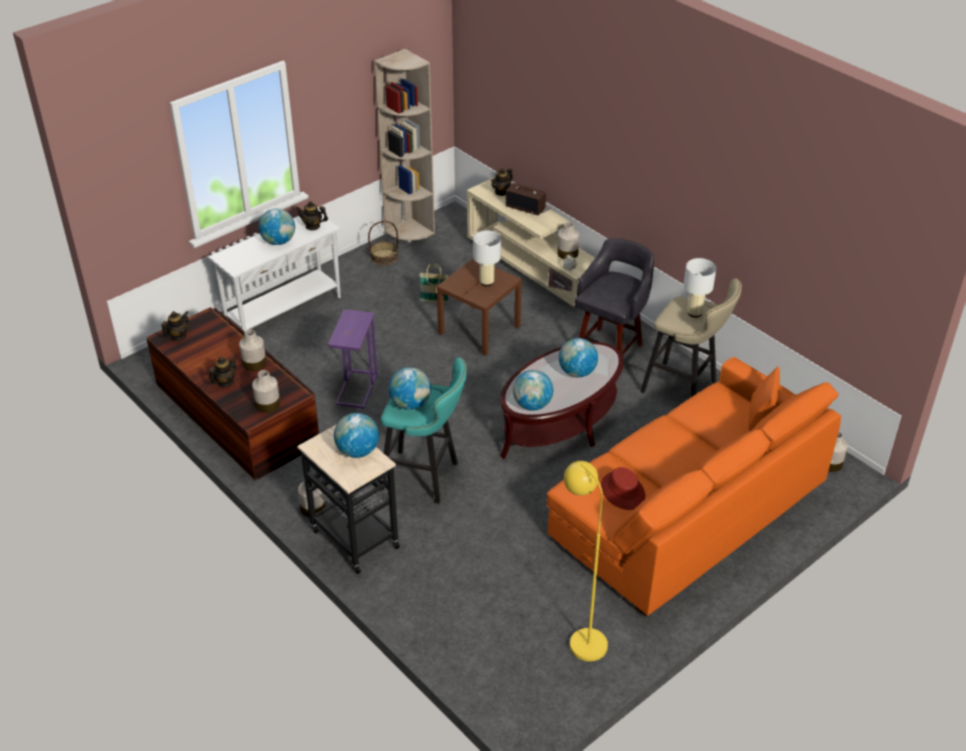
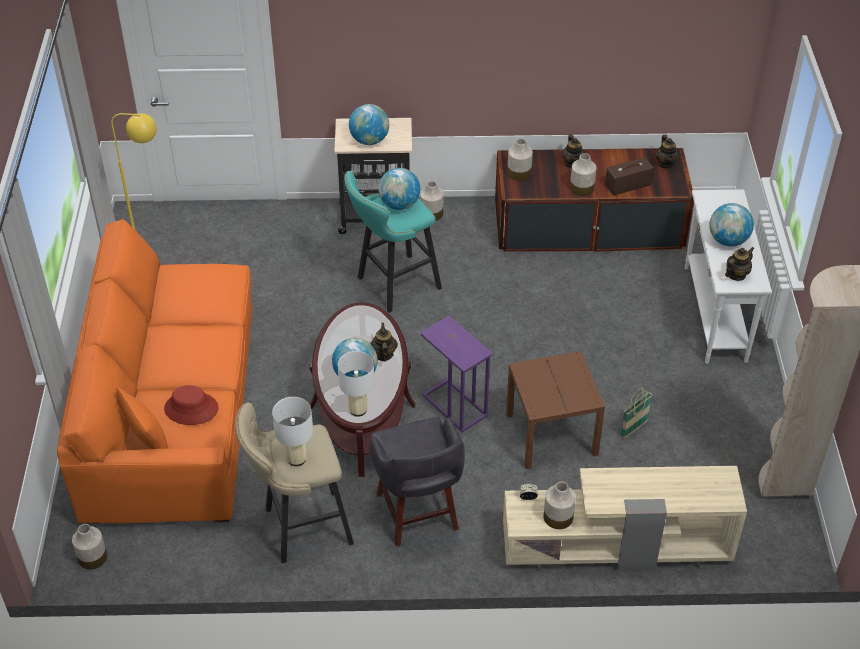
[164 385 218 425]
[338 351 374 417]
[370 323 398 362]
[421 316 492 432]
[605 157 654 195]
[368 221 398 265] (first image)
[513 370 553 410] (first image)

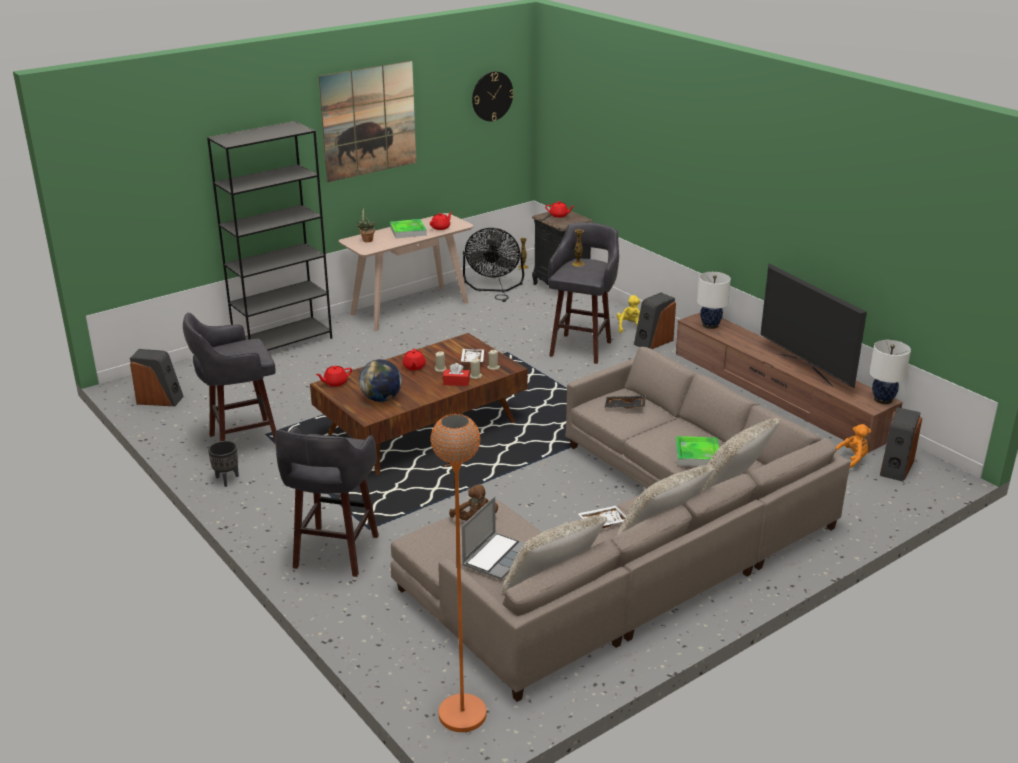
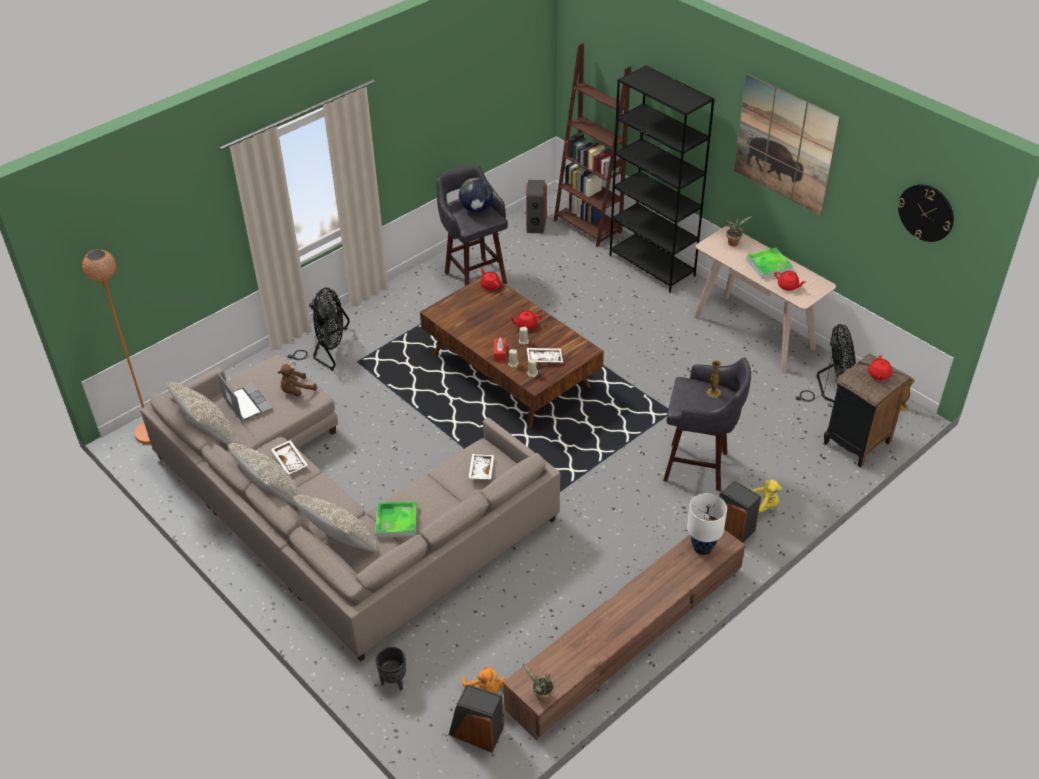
[217 372 273 423]
[287 288 349 371]
[376 647 406 690]
[459 178 493 212]
[468 454 494 479]
[522 662 554 702]
[554 43 631 247]
[760 263 867 389] (first image)

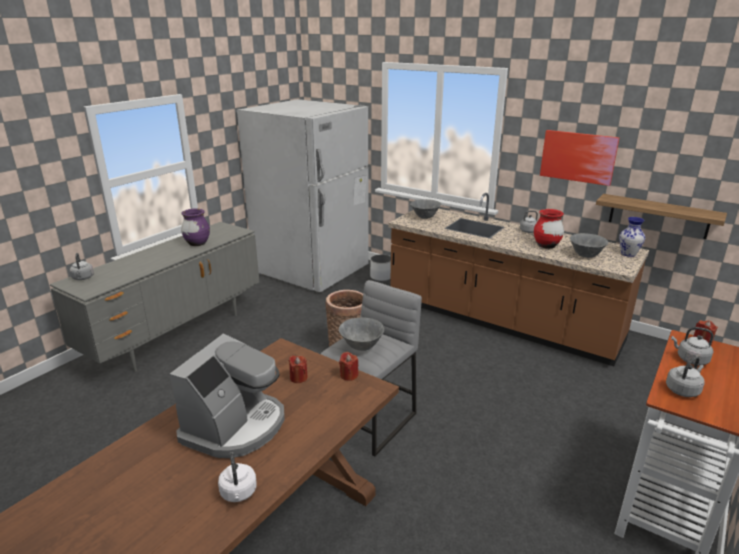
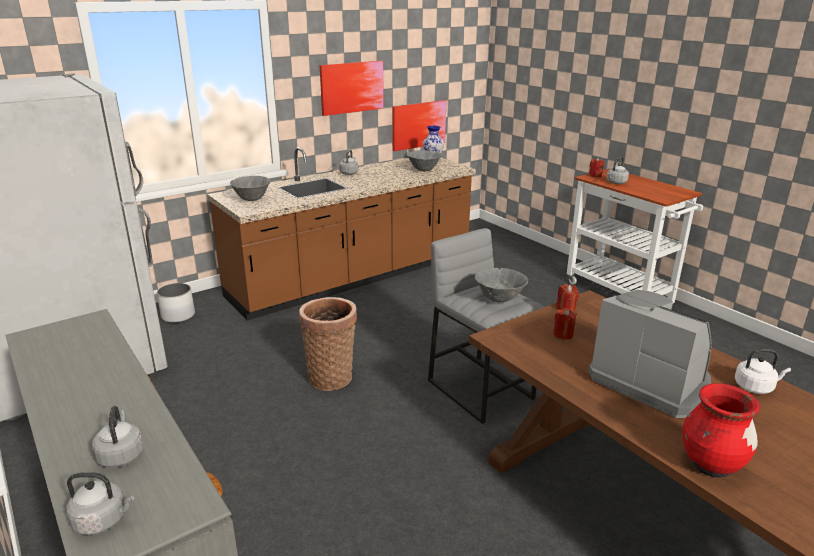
[92 406 143 468]
[392 100 446 151]
[682 383 760 478]
[181 208 210 246] (first image)

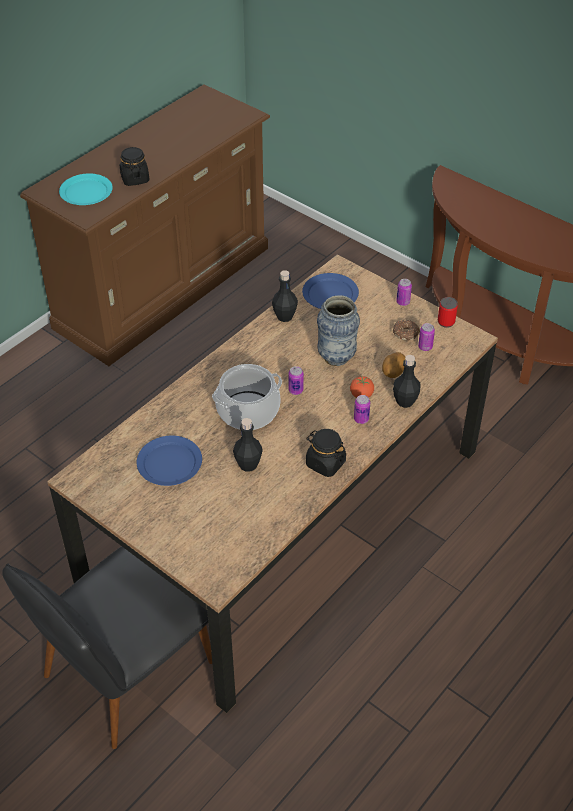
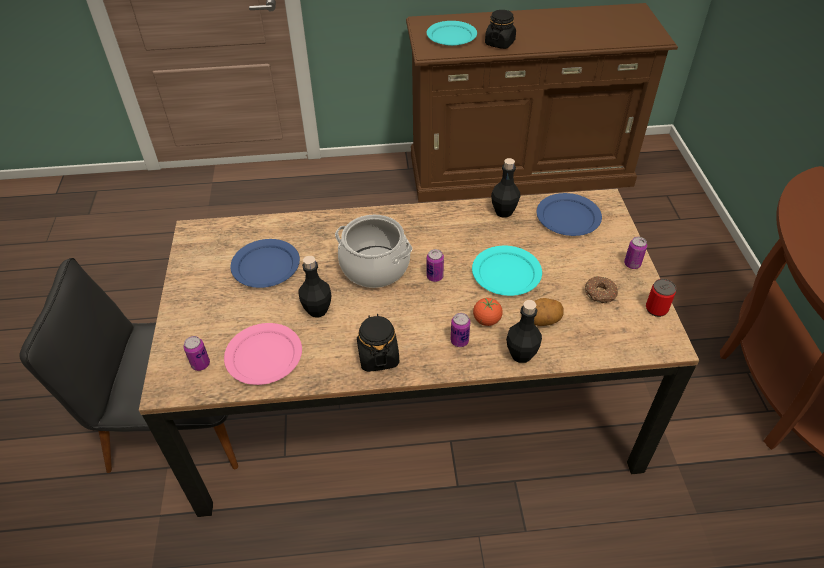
[183 336 210 371]
[224 323 302 385]
[472 245 542 296]

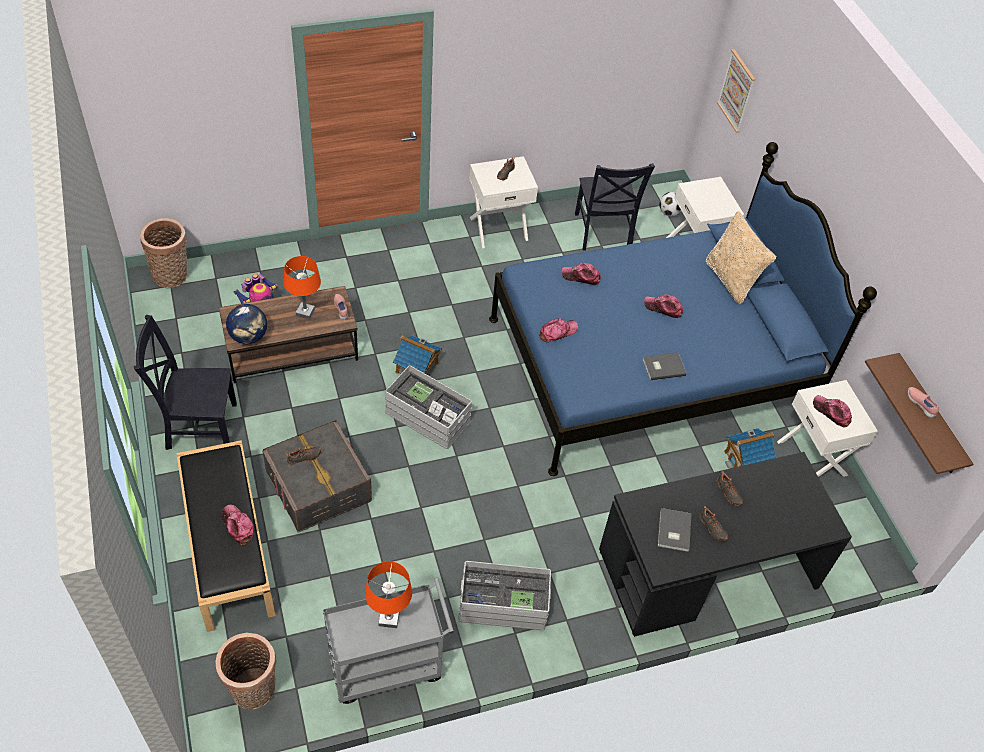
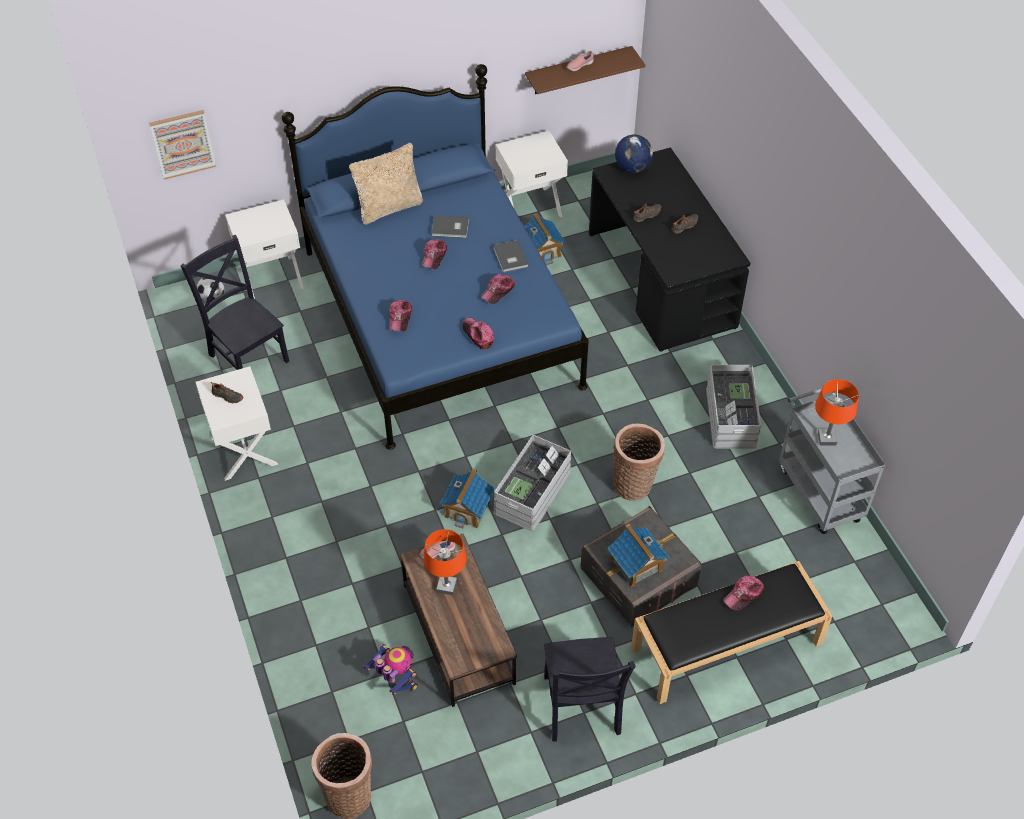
[181 235 289 370]
[432 215 469 238]
[481 274 515 304]
[607 524 669 587]
[613 423 665 501]
[615 134 653 173]

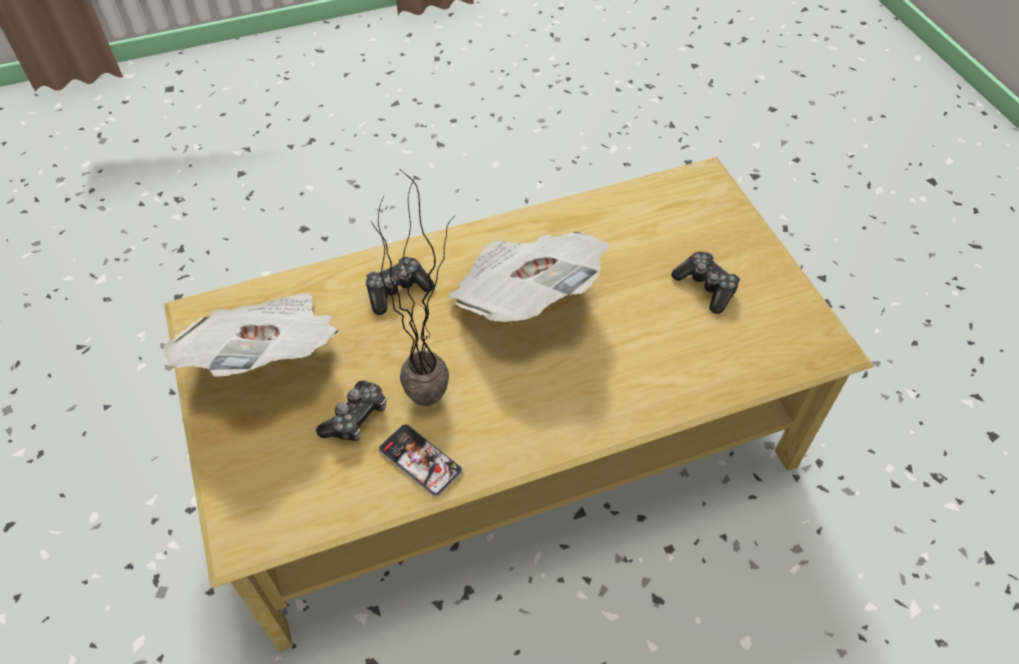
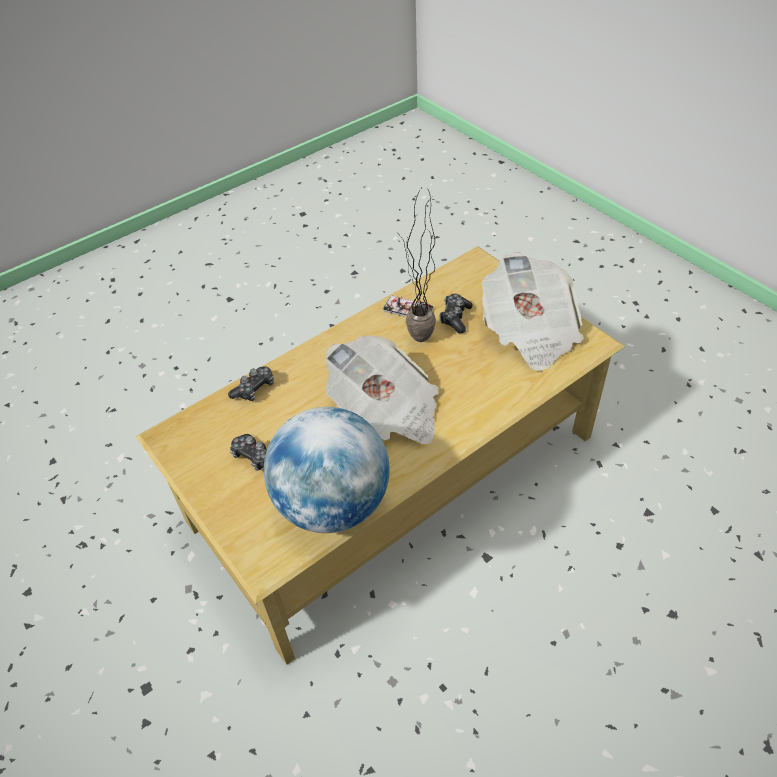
[228 366 274 401]
[264 407 390 533]

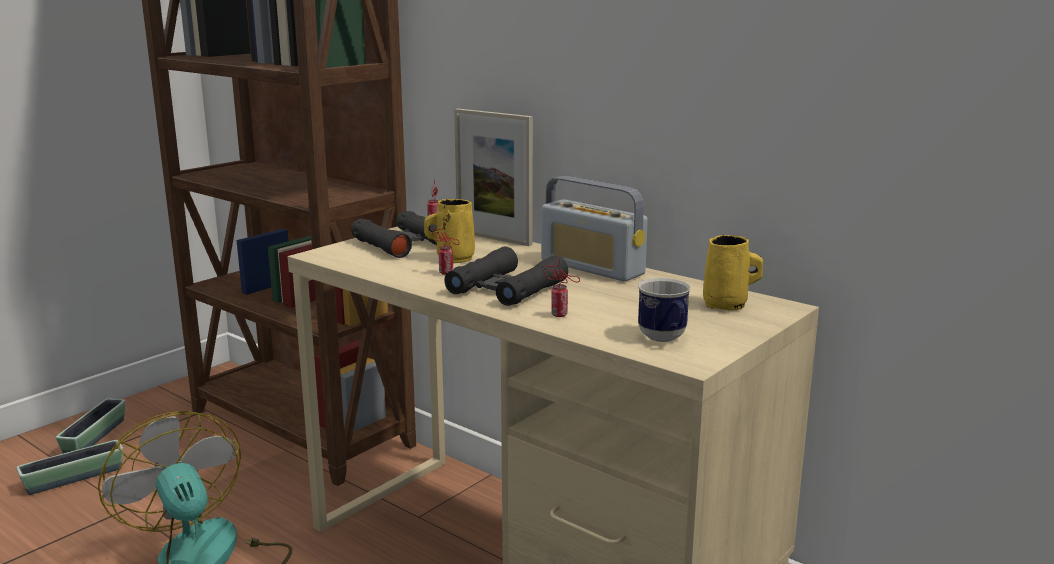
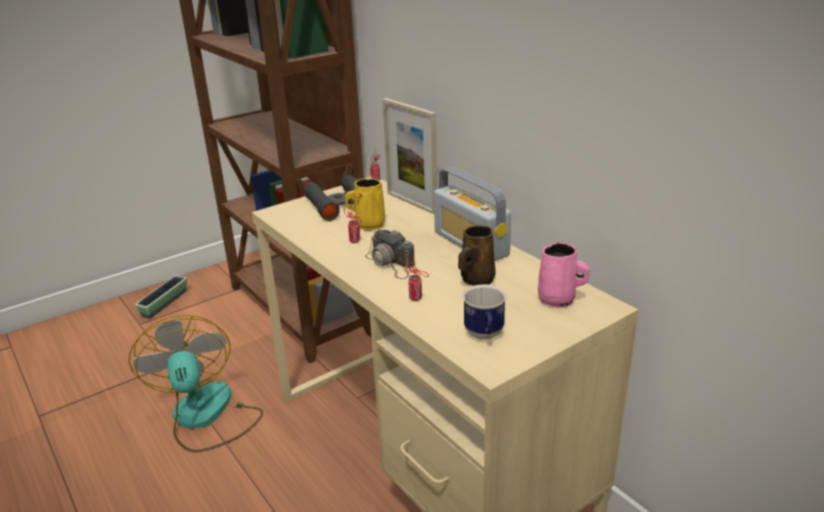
[365 230 415 279]
[458 226 495 286]
[538 242 590 308]
[16 440 123 495] (first image)

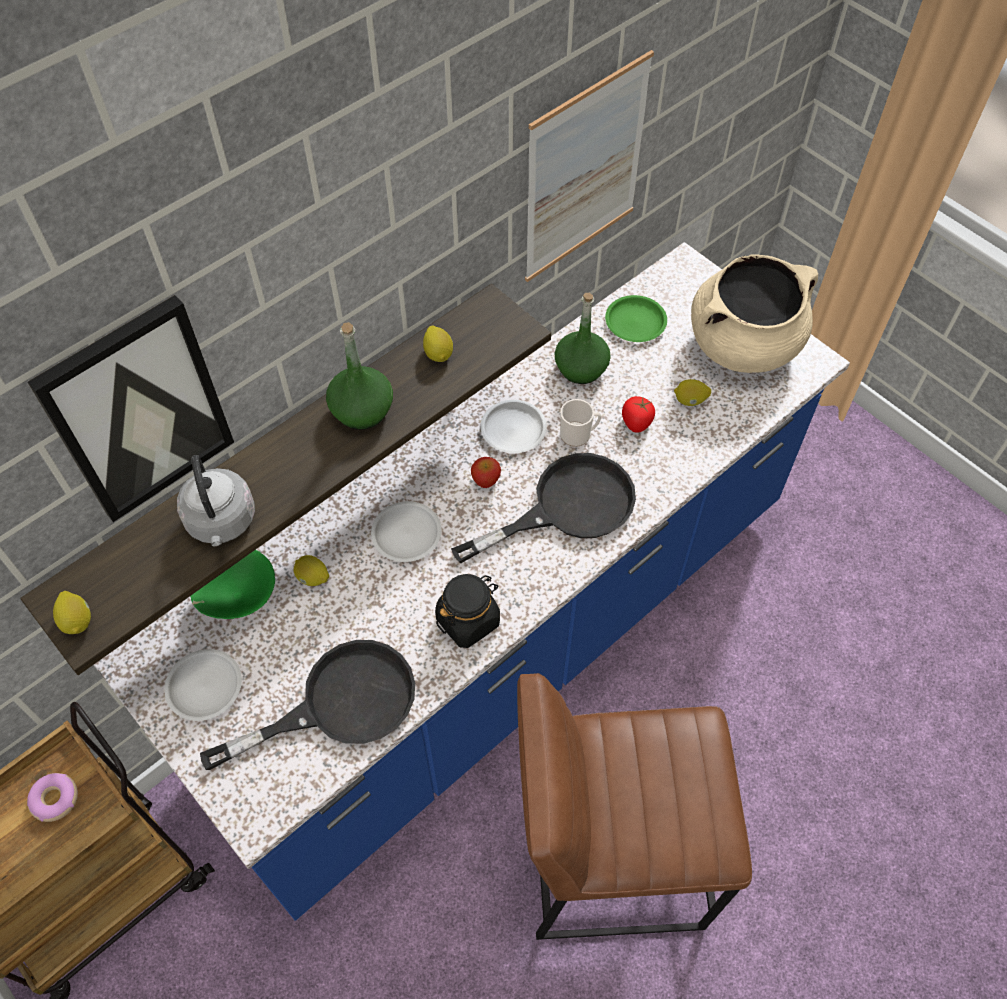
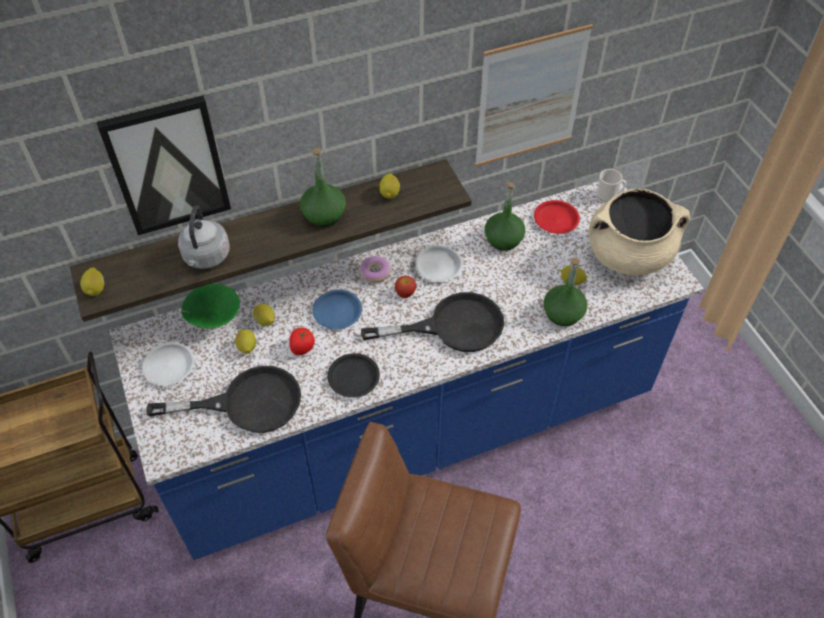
[235 329 256 354]
[289 327 315 355]
[312 290 362 329]
[327 353 380 398]
[359 256 391 283]
[534 200 580 234]
[544 258 588 326]
[597 169 627 202]

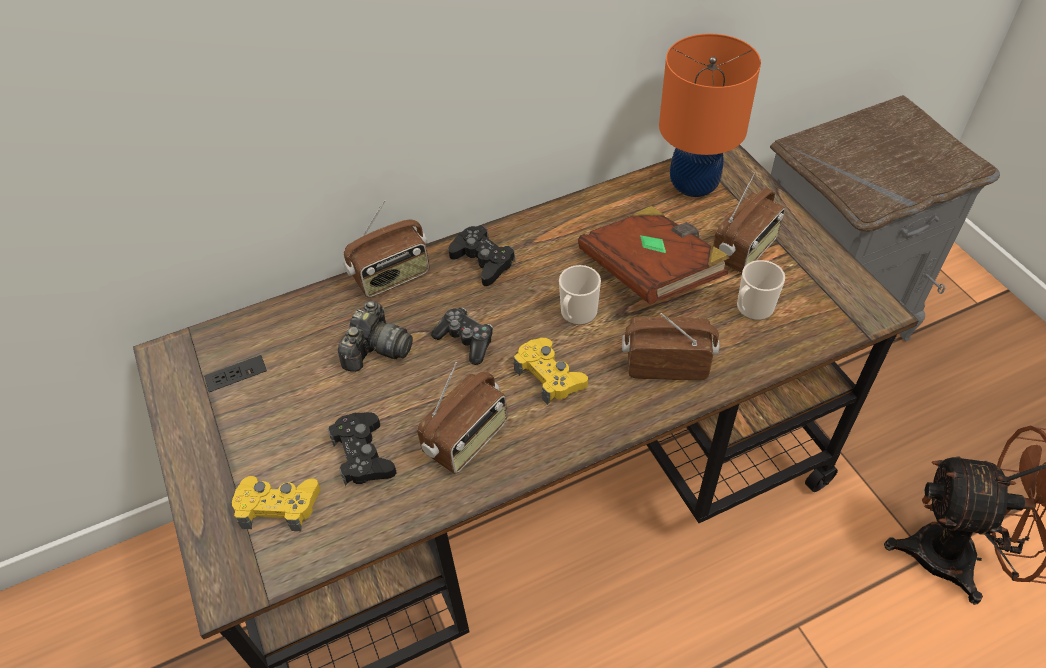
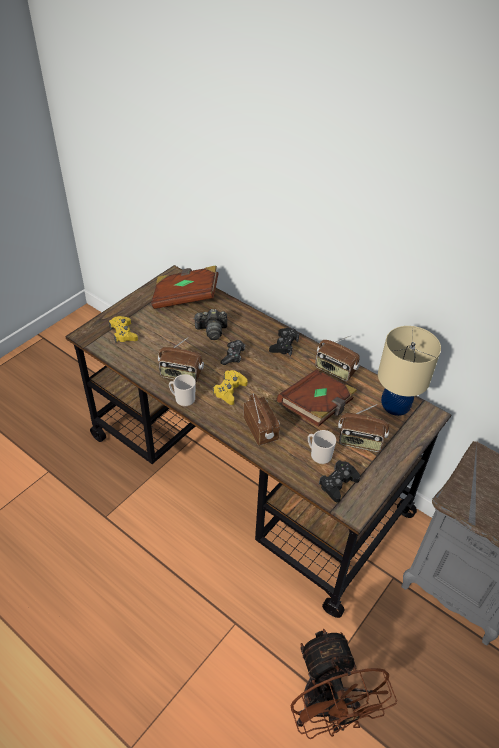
[151 265 219 309]
[169 374 196 407]
[315 336 360 381]
[319 460 360 502]
[378 326 441 416]

